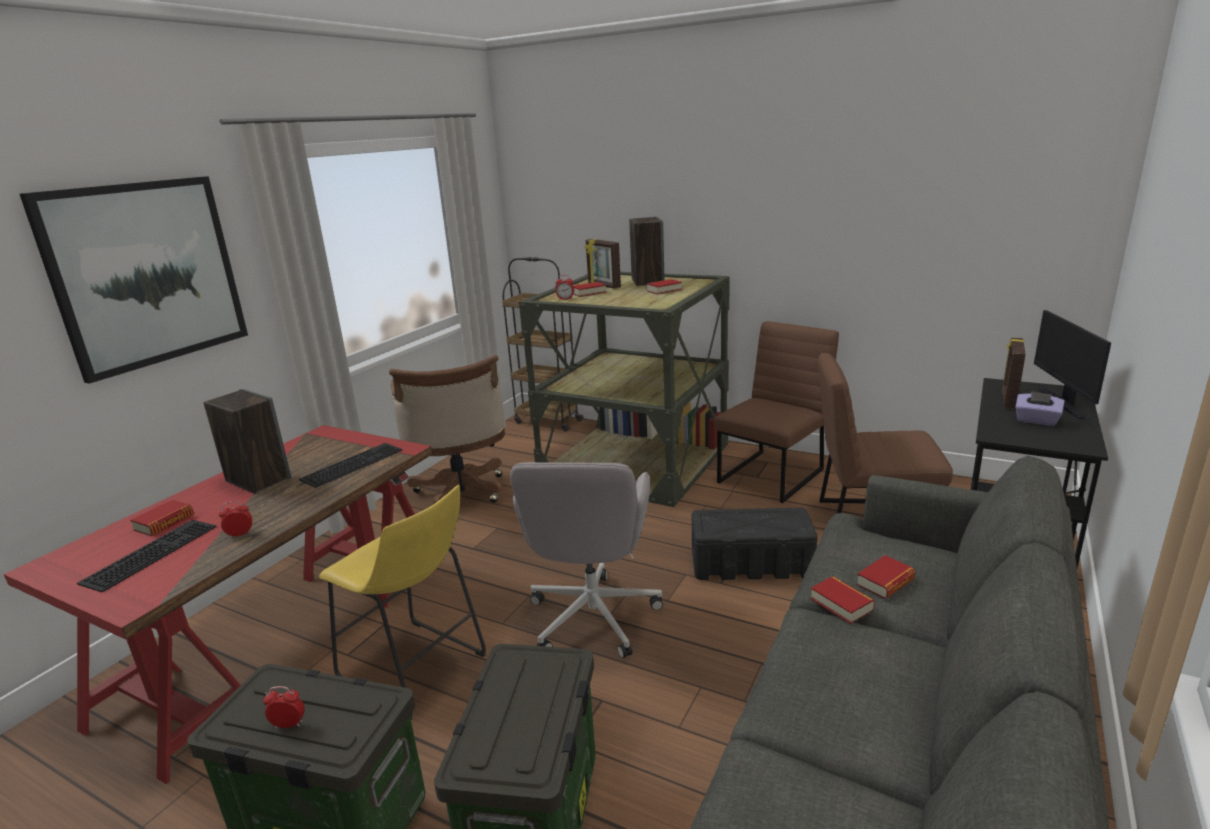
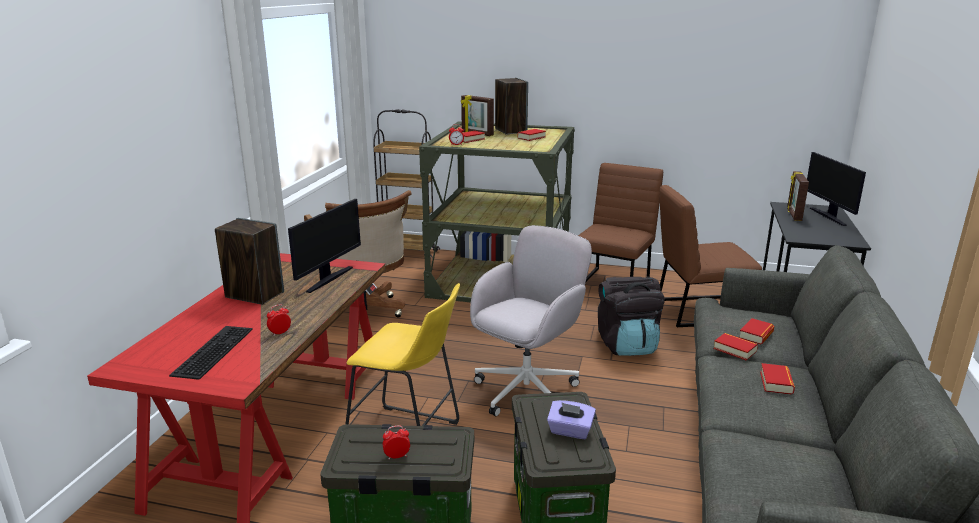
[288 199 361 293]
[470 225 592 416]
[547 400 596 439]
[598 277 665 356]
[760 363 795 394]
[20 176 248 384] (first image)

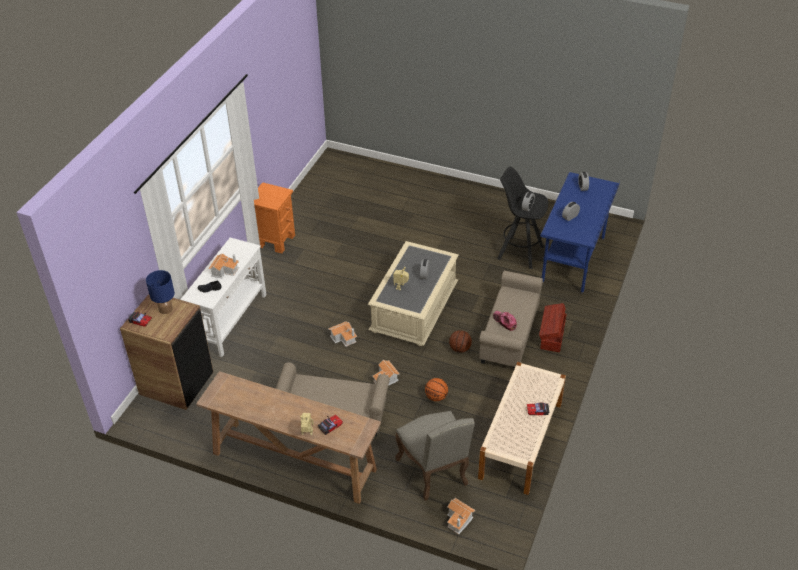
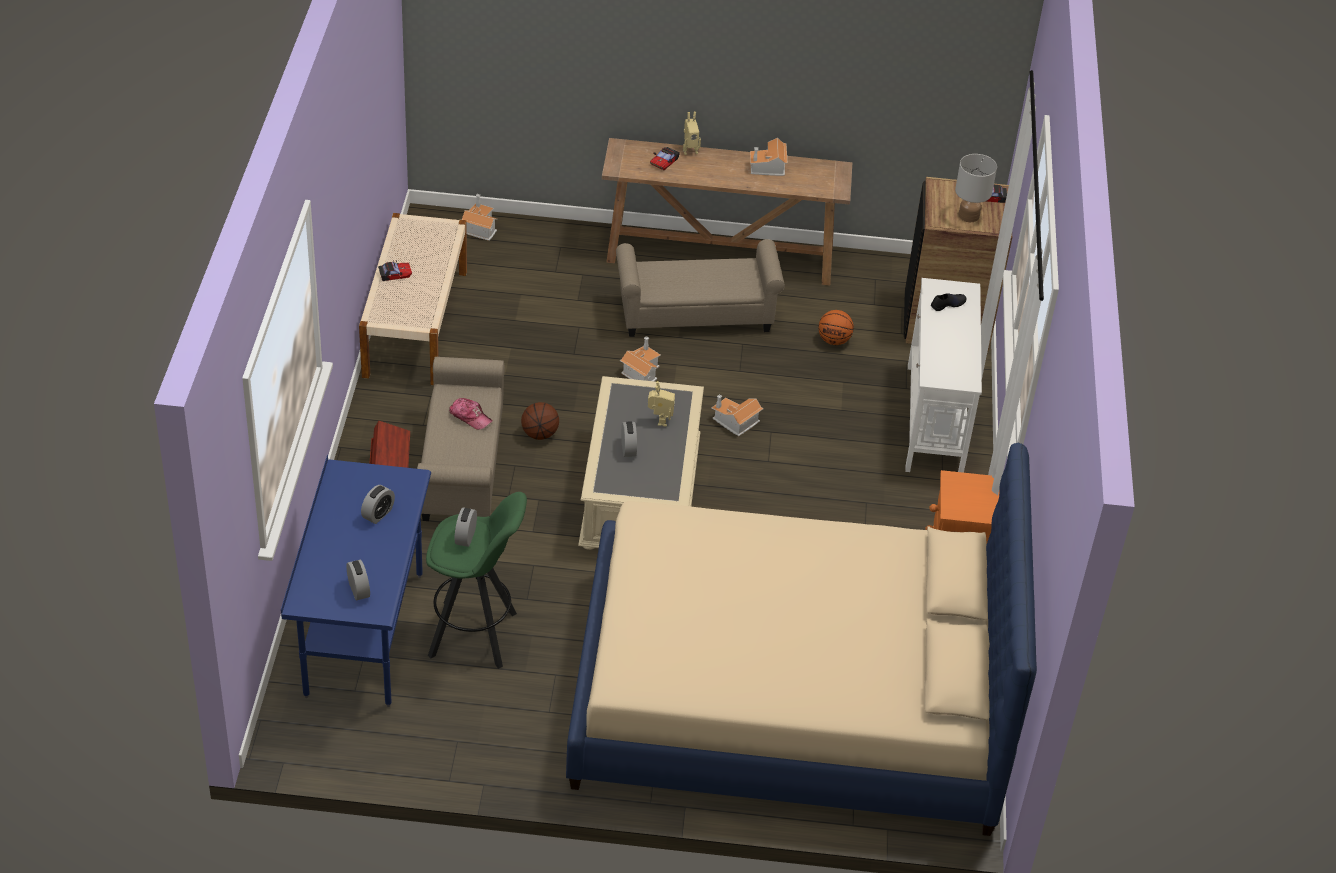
[426 492 527 669]
[566 443 1037 836]
[750 138 788 176]
[818 310 854 345]
[955 154 997 222]
[395 411 475 501] (first image)

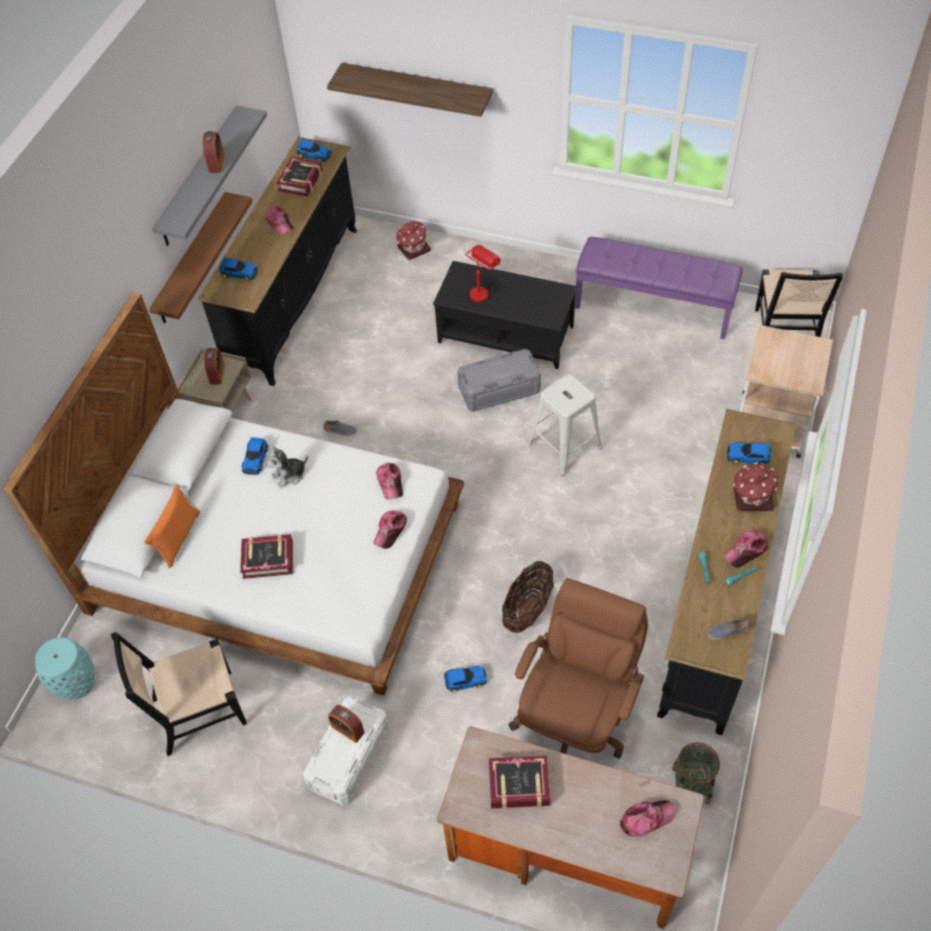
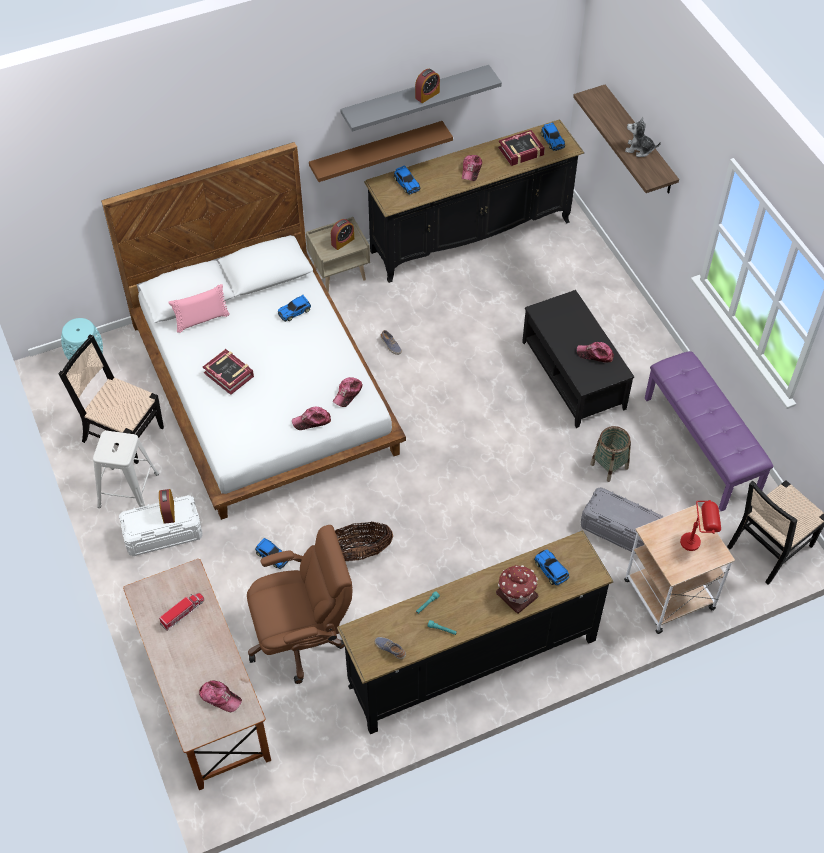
[93 431 159 508]
[159 593 204 631]
[168 284 230 333]
[577 342 614 362]
[581 487 663 554]
[591 426 631 482]
[625 117 661 157]
[680 500 721 551]
[396 221 431 260] (first image)

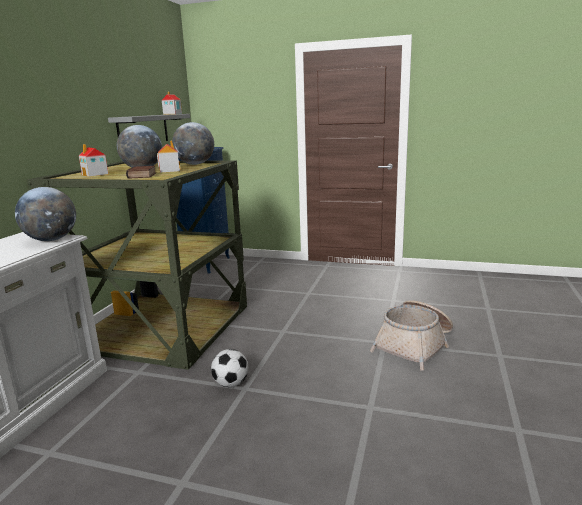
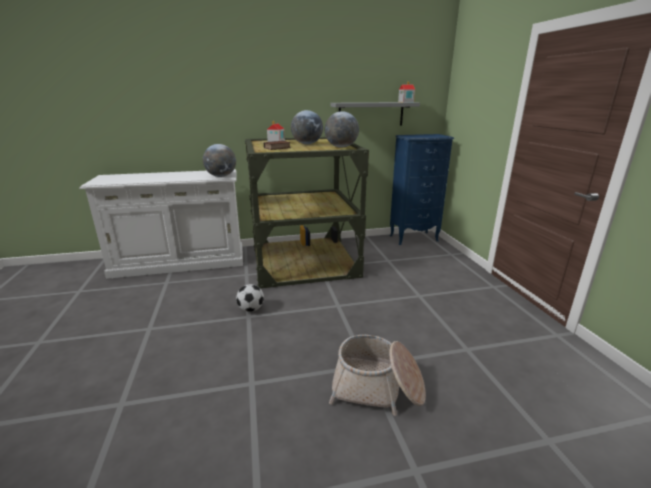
[157 140 181 173] (first image)

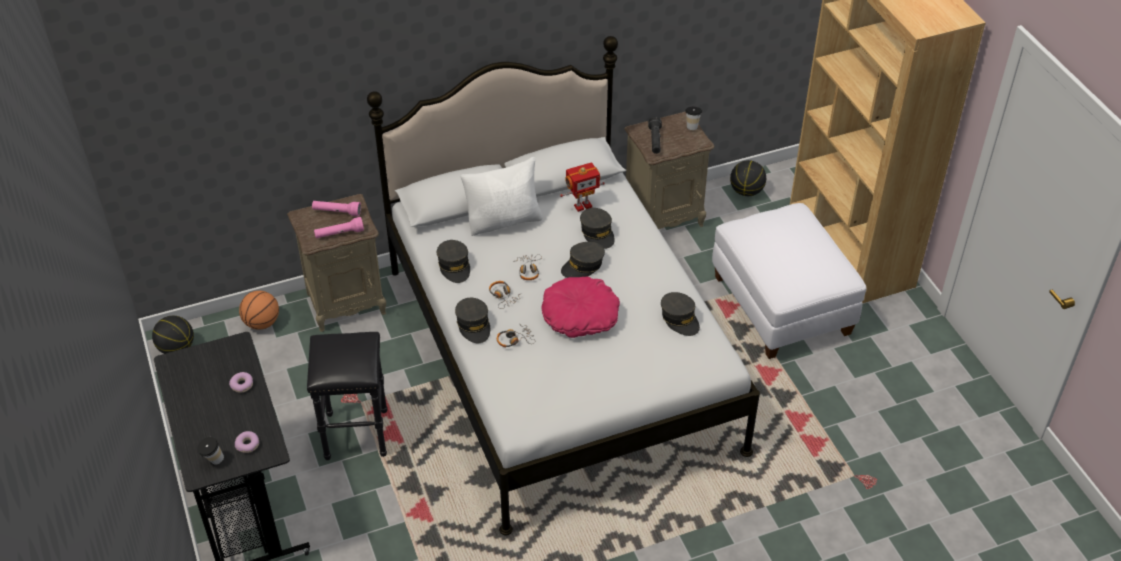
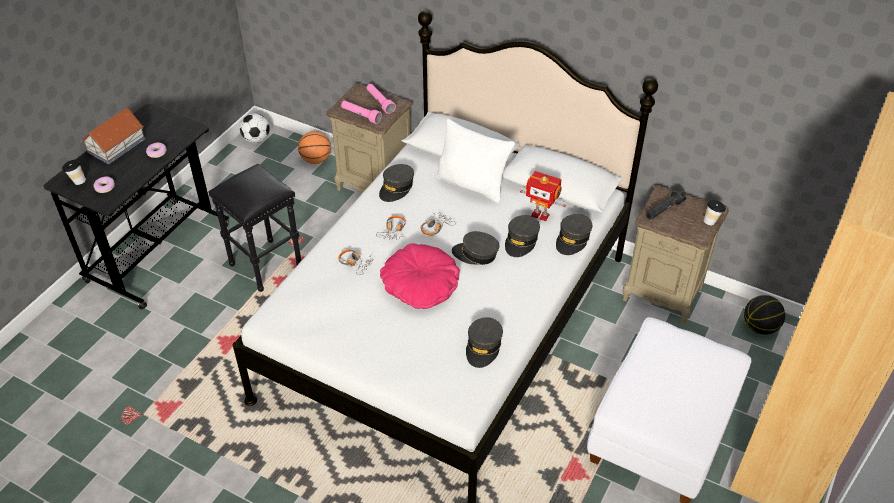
[81 108 145 164]
[240 113 270 143]
[556 214 592 255]

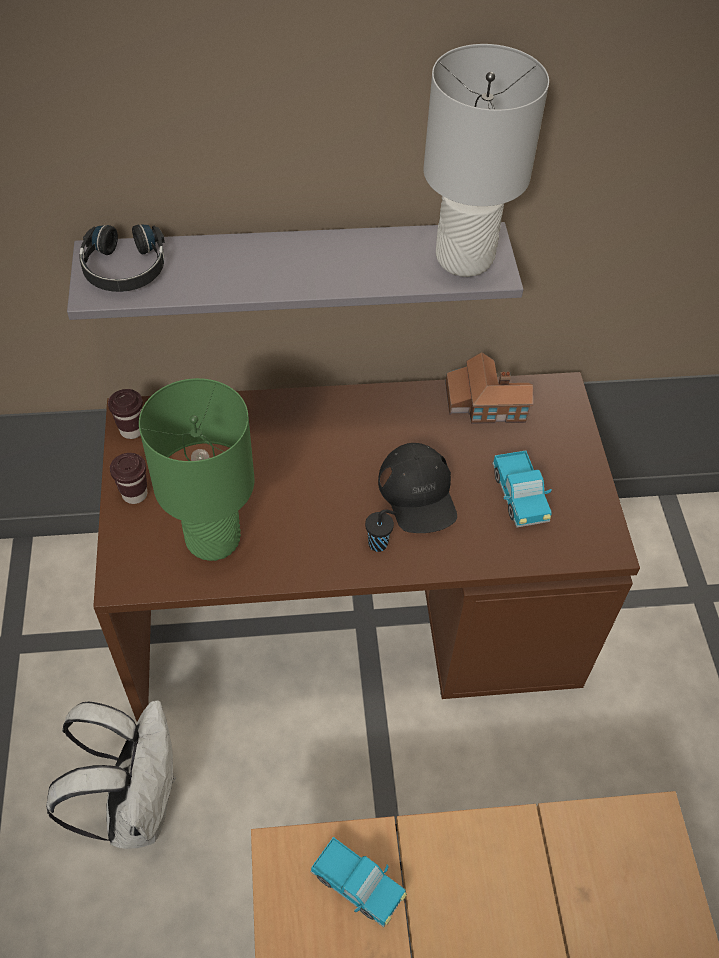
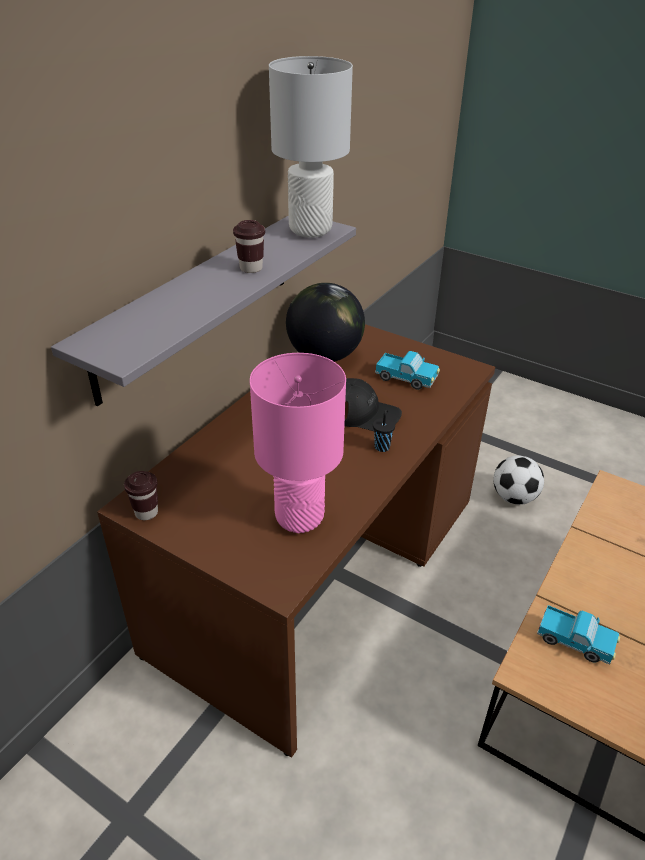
[233 220 265 273]
[250 353 346 533]
[286 283 365 362]
[494 455 544 505]
[537 605 620 664]
[46 700 176 849] (first image)
[79 224 165 292] (first image)

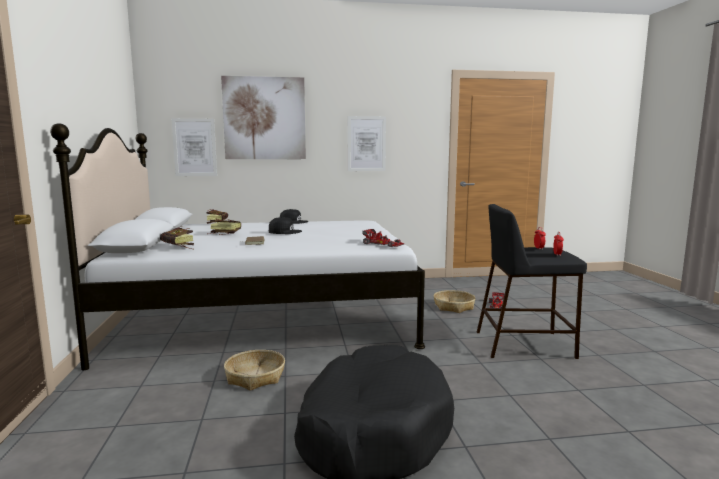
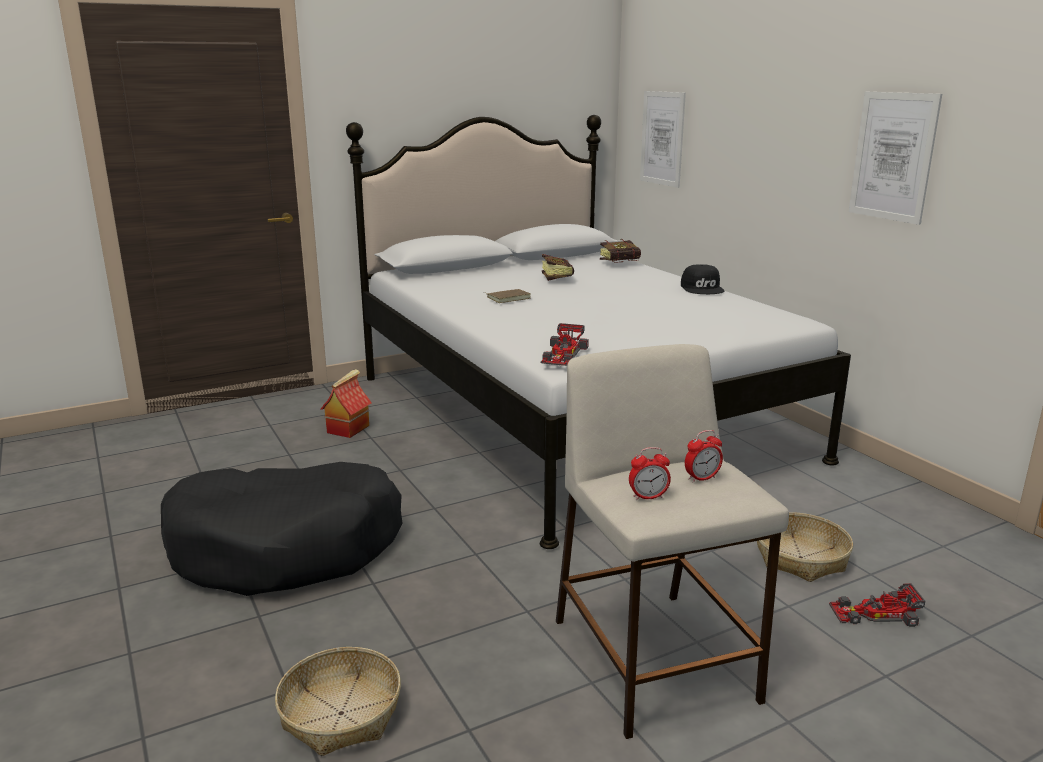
[275 647 401 756]
[321 369 372 438]
[556 344 789 739]
[160 226 194 250] (first image)
[221 76 306 159] (first image)
[269 217 302 234] (first image)

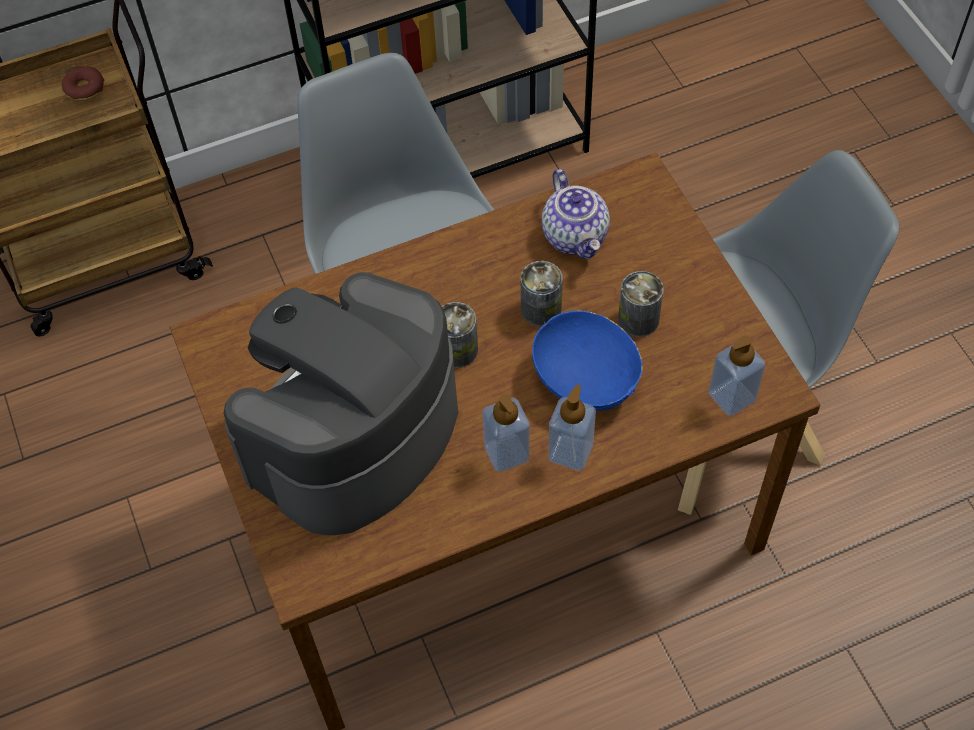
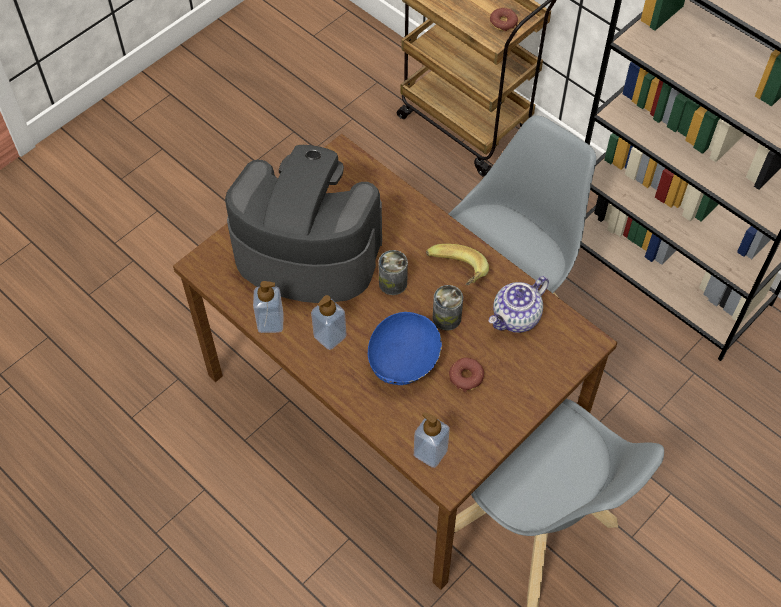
[253 281 284 333]
[426 244 489 285]
[449 358 484 392]

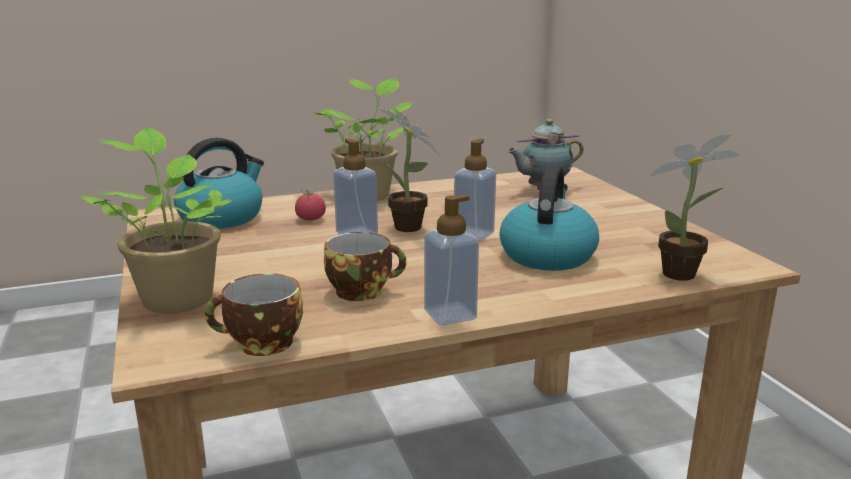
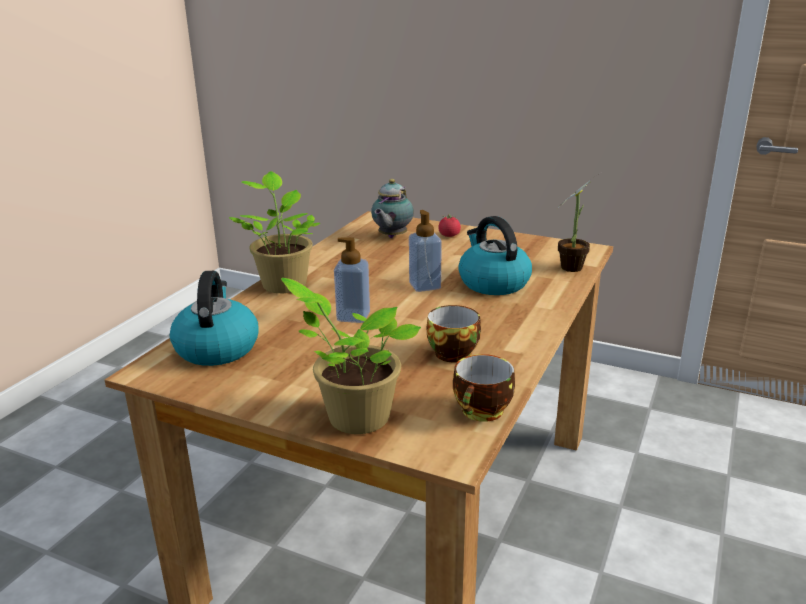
[438 213 461 237]
[380 107 440 232] (first image)
[424 195 479 325] (first image)

